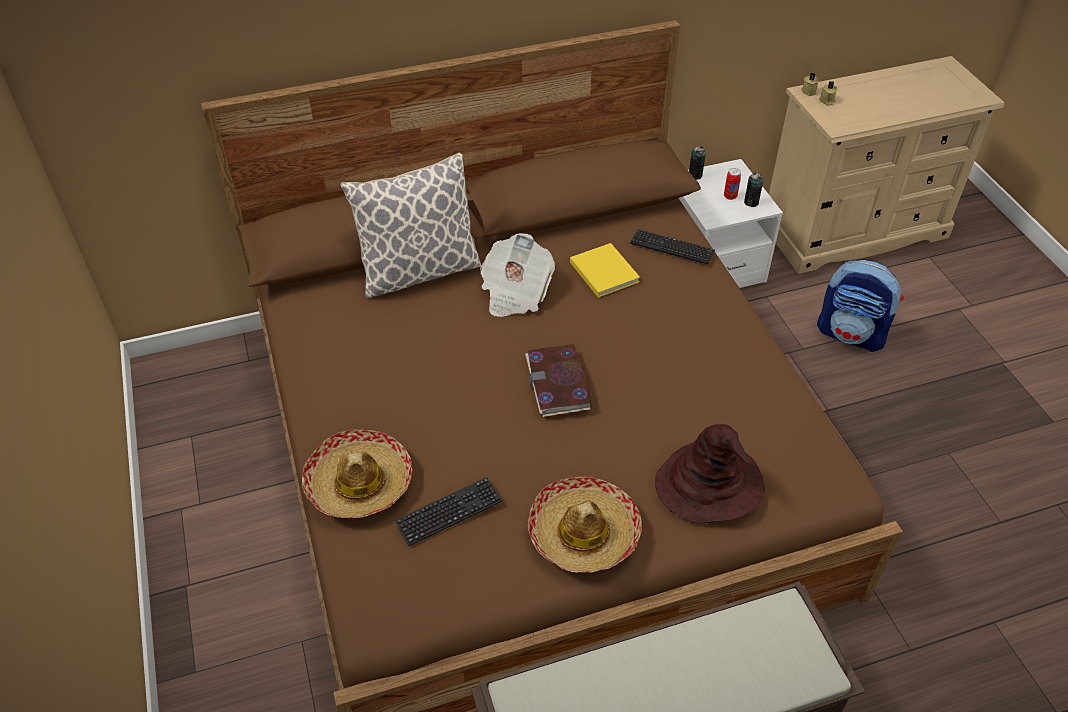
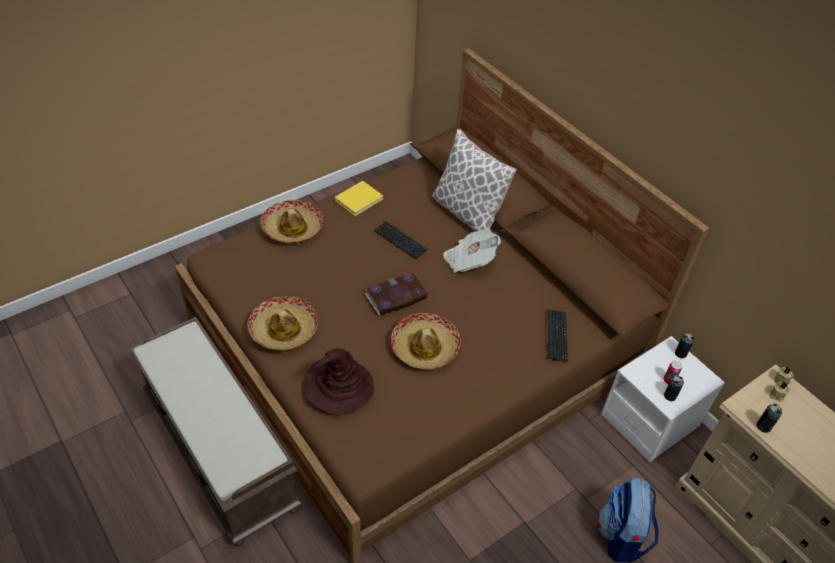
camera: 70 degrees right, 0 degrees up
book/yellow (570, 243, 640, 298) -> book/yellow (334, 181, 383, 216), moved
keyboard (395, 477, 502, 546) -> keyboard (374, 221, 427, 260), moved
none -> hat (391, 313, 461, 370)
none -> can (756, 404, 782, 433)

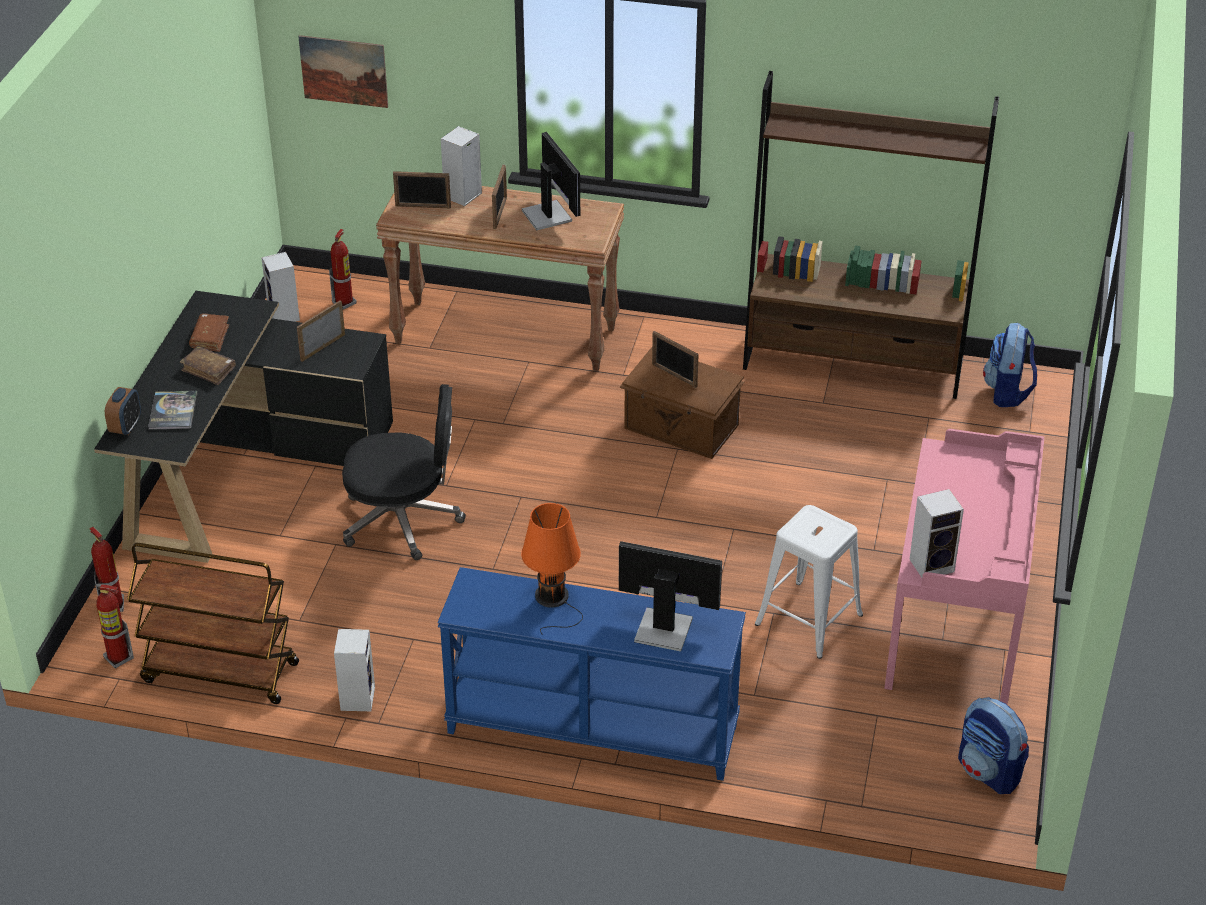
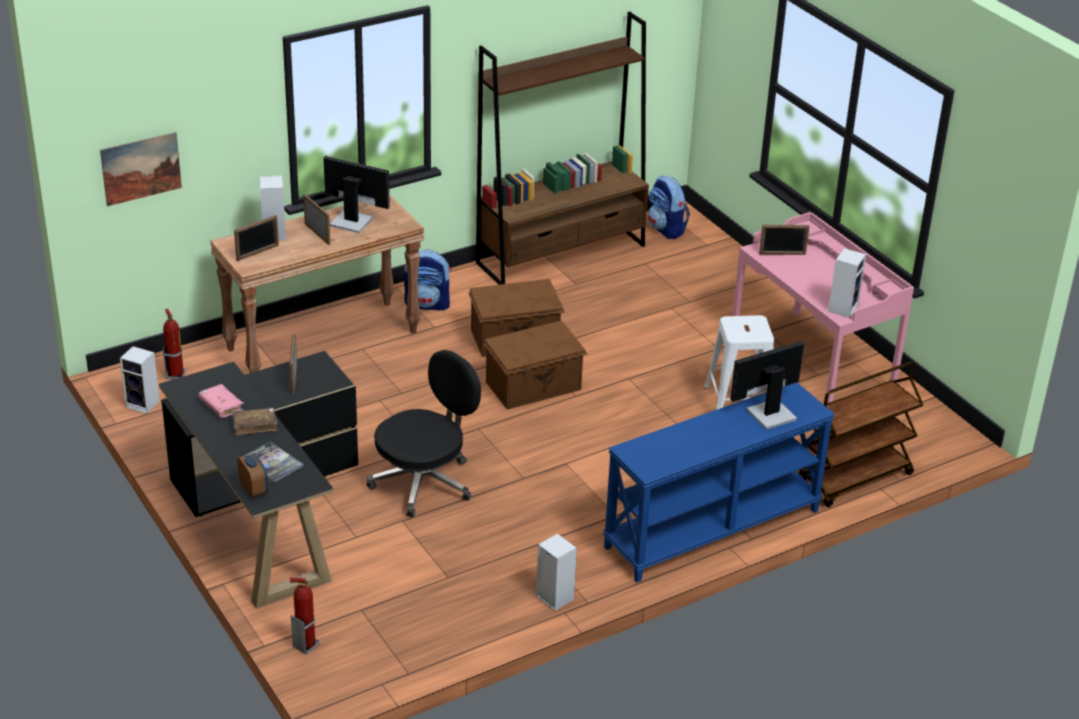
camera: 45 degrees left, 5 degrees down
book/brown (189, 314, 229, 352) -> book/pink (199, 384, 244, 418)
picture frame (652, 331, 699, 388) -> picture frame (759, 225, 810, 255), moved
table lamp/orange (521, 503, 583, 635) -> none
cart/brown (127, 543, 299, 704) -> cart/brown (798, 362, 924, 507), moved
fire extinguisher (96, 584, 134, 668) -> none
backpack (958, 697, 1029, 794) -> backpack (404, 249, 451, 311), moved
none -> storage box/brown (484, 320, 587, 409)

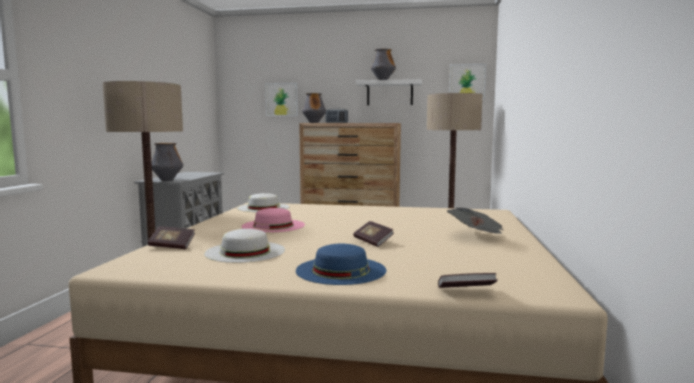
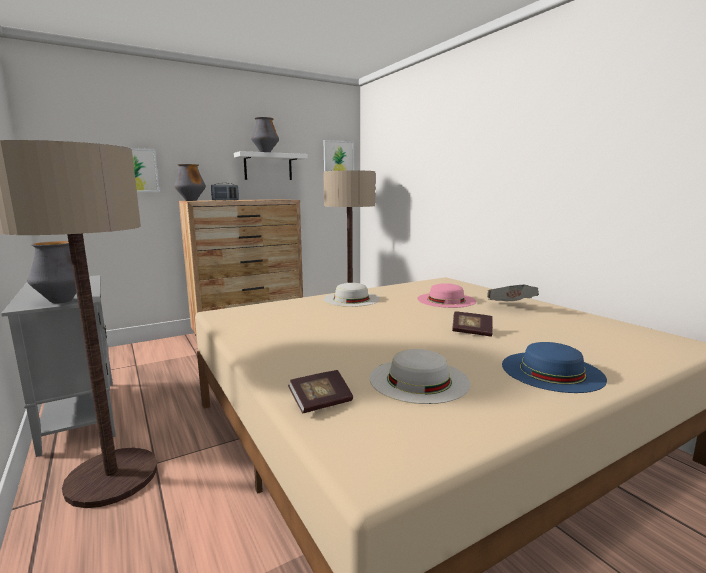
camera: 40 degrees left, 5 degrees up
hat/white (237, 193, 289, 212) -> hat/white (323, 283, 380, 307), moved
hat/pink (241, 208, 305, 233) -> hat/pink (417, 283, 476, 308), moved
book (438, 273, 498, 288) -> none

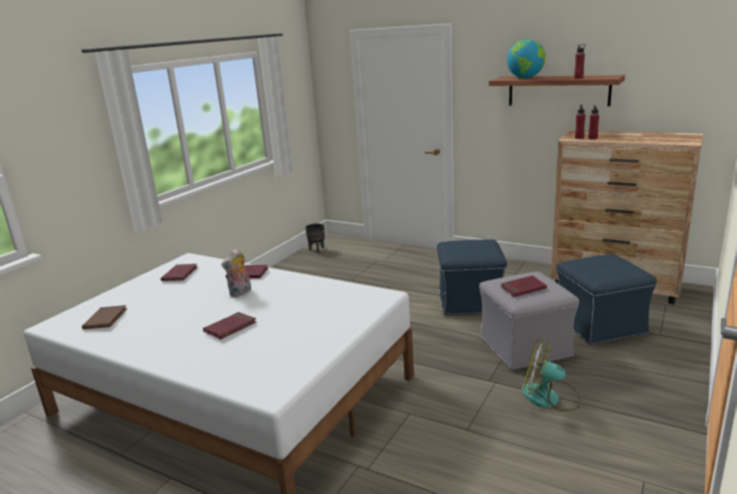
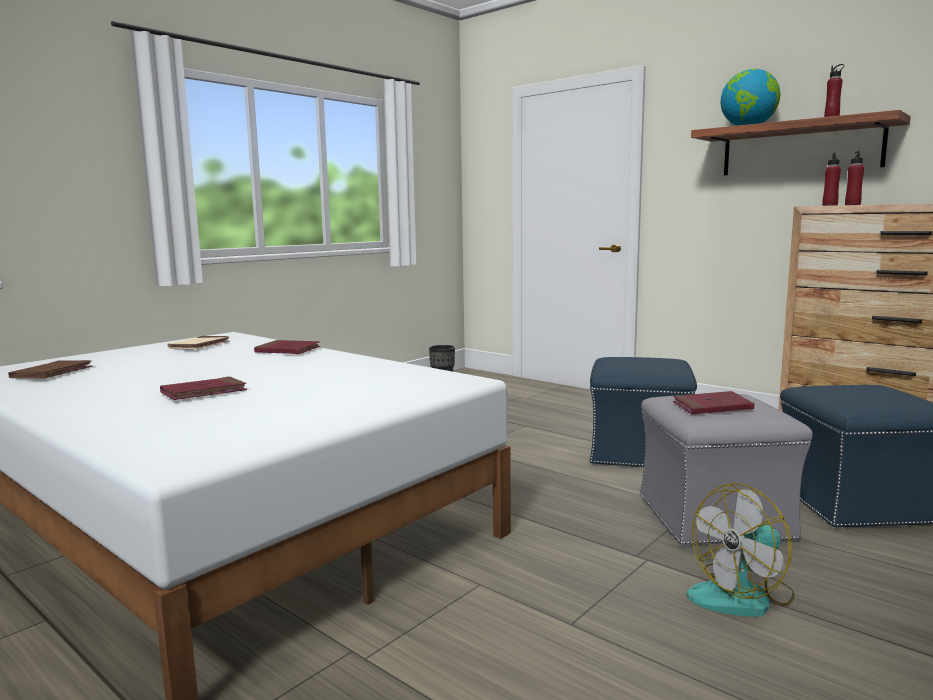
camera: 10 degrees right, 10 degrees down
plush toy (221, 248, 251, 297) -> none
book/red (161, 264, 198, 281) -> book/beige (168, 336, 230, 349)
fan (522, 339, 581, 411) -> fan (687, 483, 795, 617), 60 degrees counterclockwise

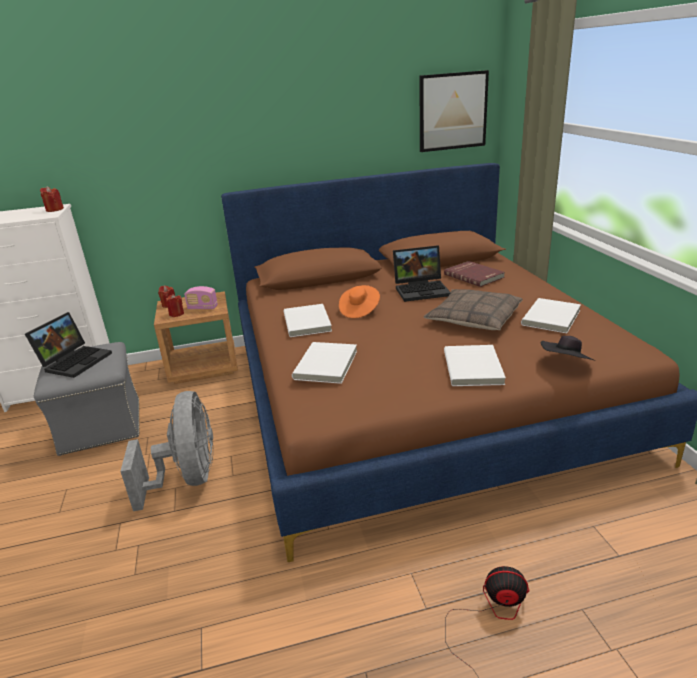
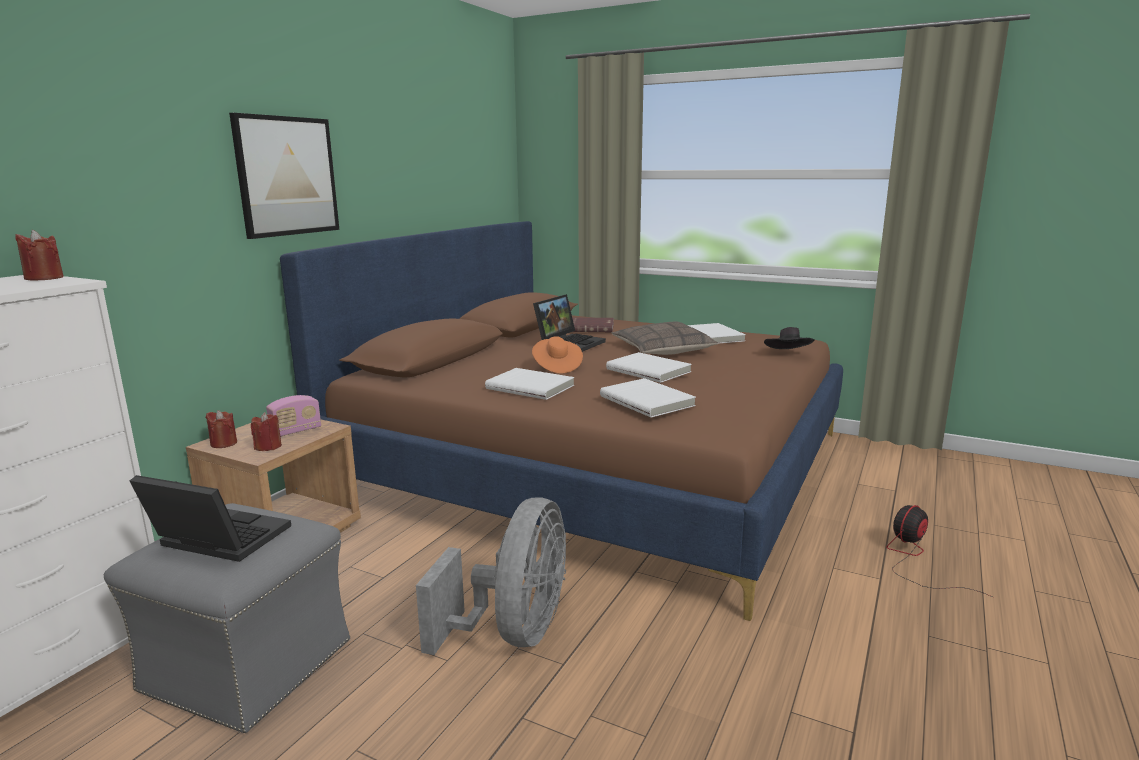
camera: 50 degrees left, 10 degrees down
picture (420, 70, 489, 152) -> picture (229, 113, 339, 239), moved
laptop (25, 312, 112, 378) -> laptop (130, 475, 291, 562), 45 degrees counterclockwise
book/white (444, 345, 506, 386) -> book/white (606, 352, 692, 383), moved
fan/grey (120, 391, 213, 511) -> fan/grey (416, 497, 566, 655), 75 degrees clockwise

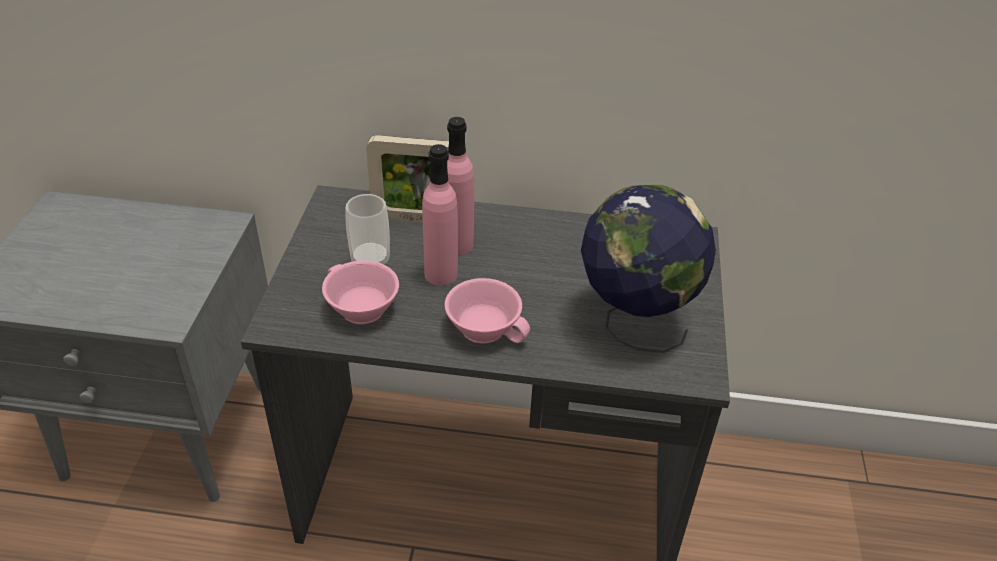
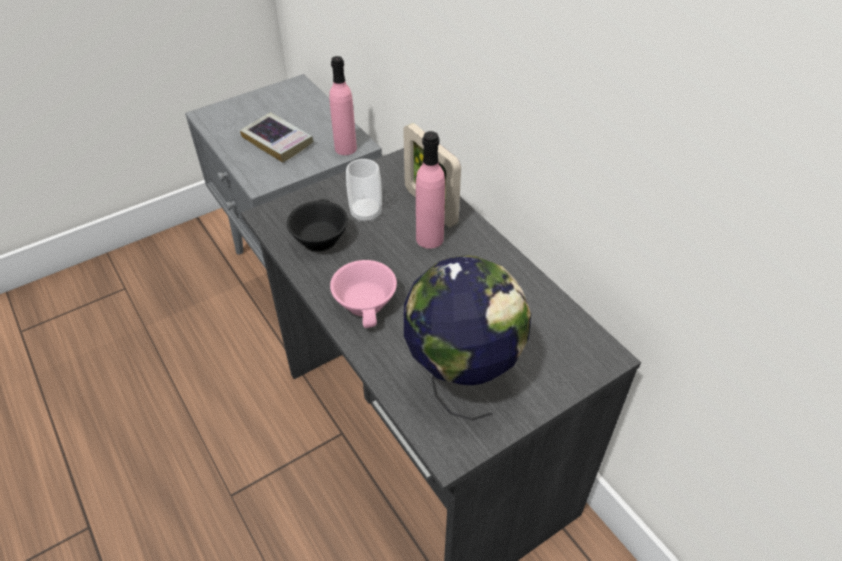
camera: 50 degrees right, 5 degrees up
bottle/pink (422, 144, 458, 286) -> bottle/pink (329, 56, 357, 155), moved
cup/pink (322, 260, 399, 324) -> cup/black (287, 199, 348, 252)
none -> book (240, 112, 314, 163)

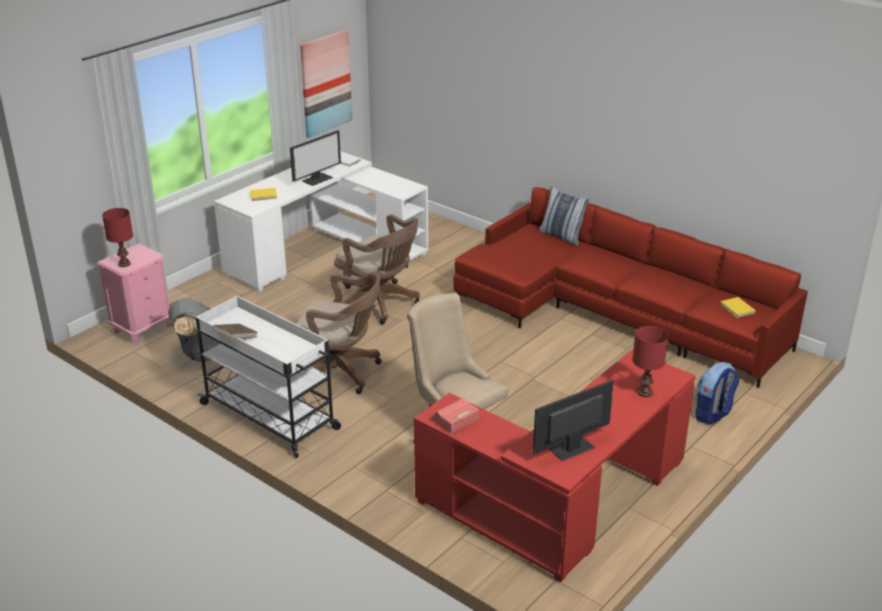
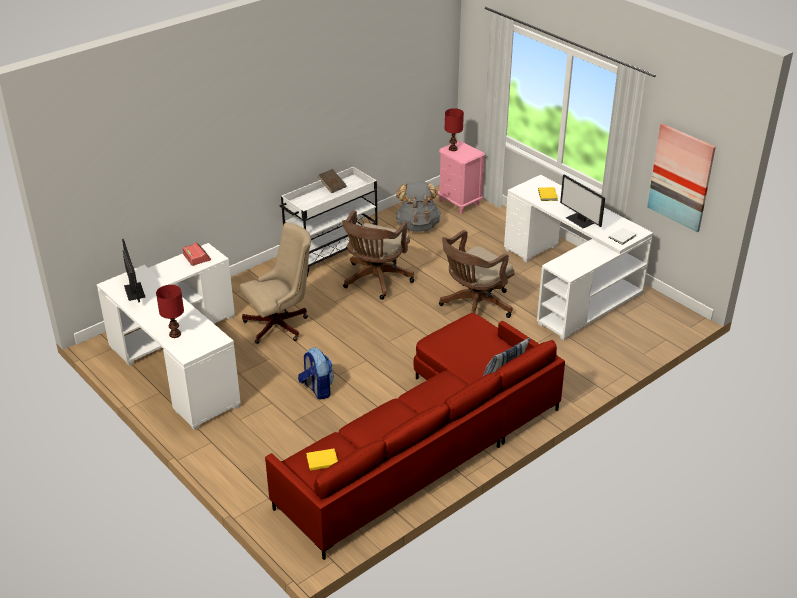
camera: 100 degrees right, 5 degrees up
desk/red (414, 350, 696, 582) -> desk/white (97, 243, 241, 430)
backpack (695, 362, 739, 424) -> backpack (298, 348, 334, 399), moved

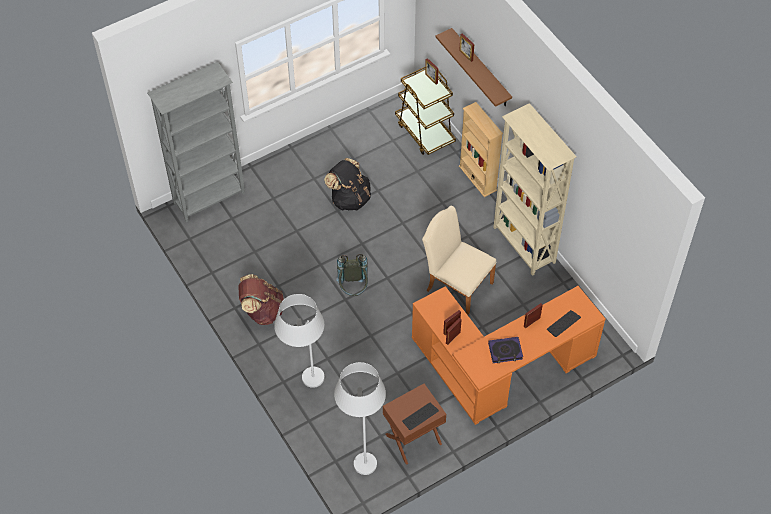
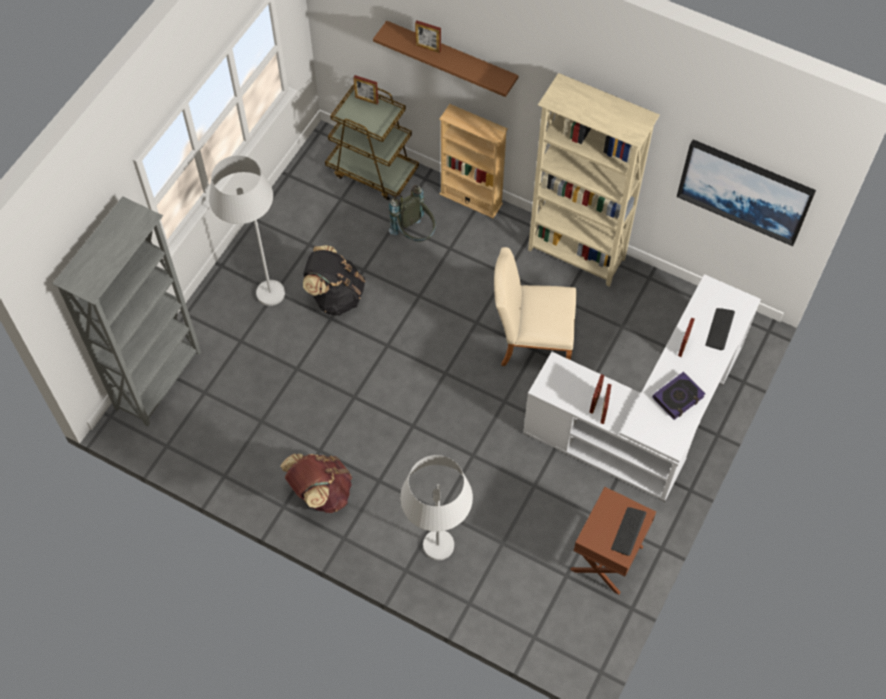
camera: 30 degrees left, 5 degrees up
backpack/grey (336, 254, 368, 296) -> backpack/grey (389, 185, 436, 241), moved
desk/orange (412, 286, 606, 425) -> desk/white (523, 274, 761, 502)
floor lamp/white (334, 362, 386, 475) -> floor lamp/white (209, 155, 285, 306), moved
none -> picture (677, 139, 816, 246)

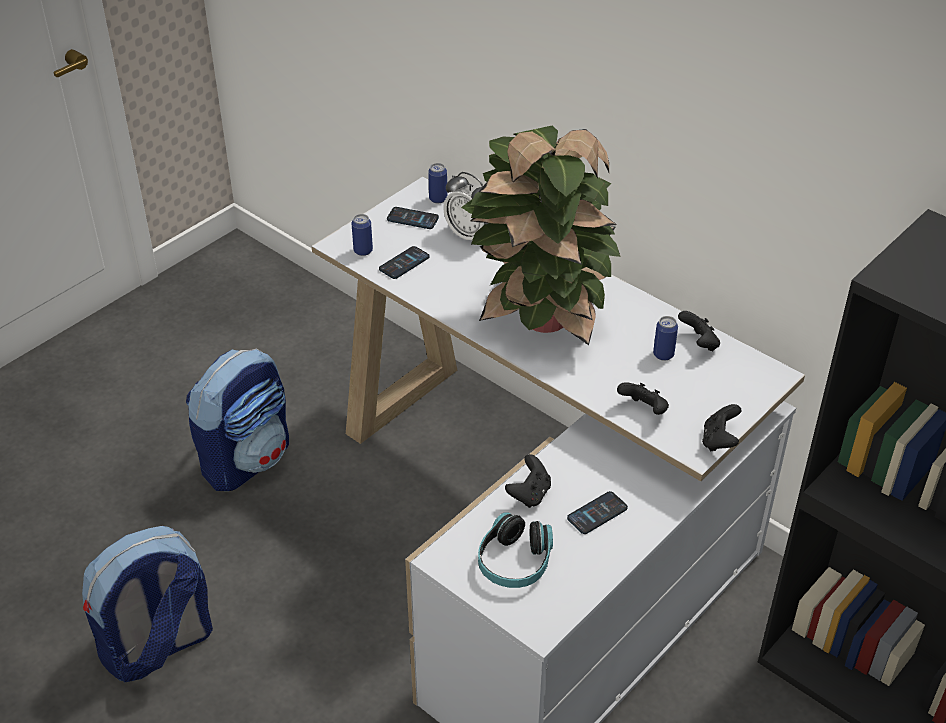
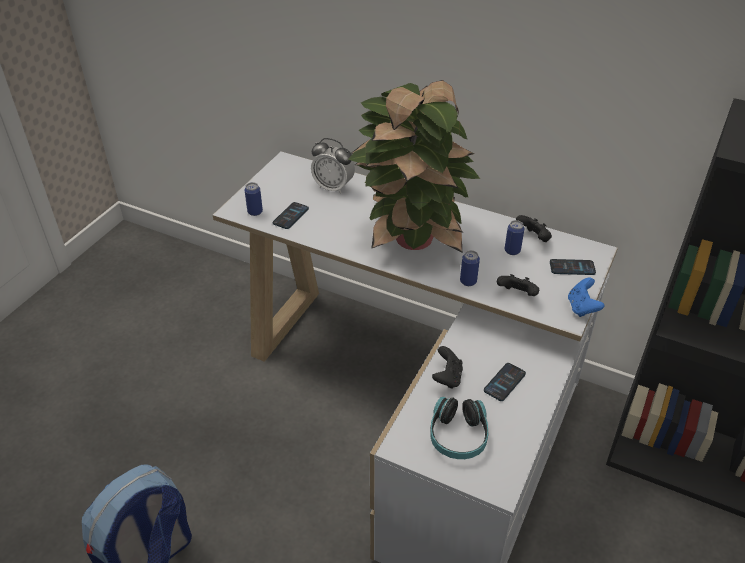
camera: 15 degrees left, 0 degrees up
can (428, 163, 447, 203) -> can (460, 250, 480, 286), moved
phone (387, 207, 439, 229) -> phone (550, 259, 596, 275), moved
backpack (186, 348, 289, 491) -> none
game controller/black (702, 404, 742, 451) -> game controller/blue (568, 278, 604, 317)

